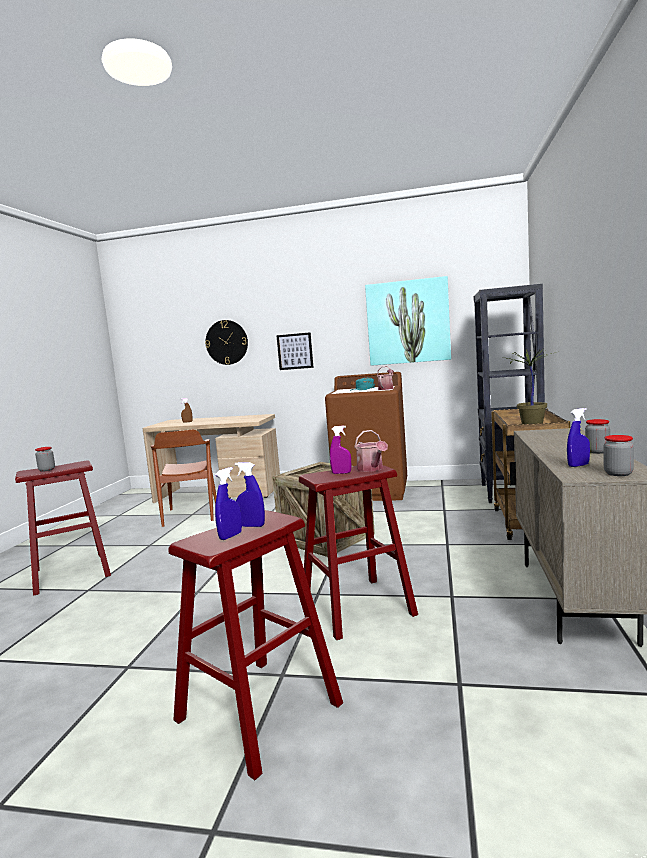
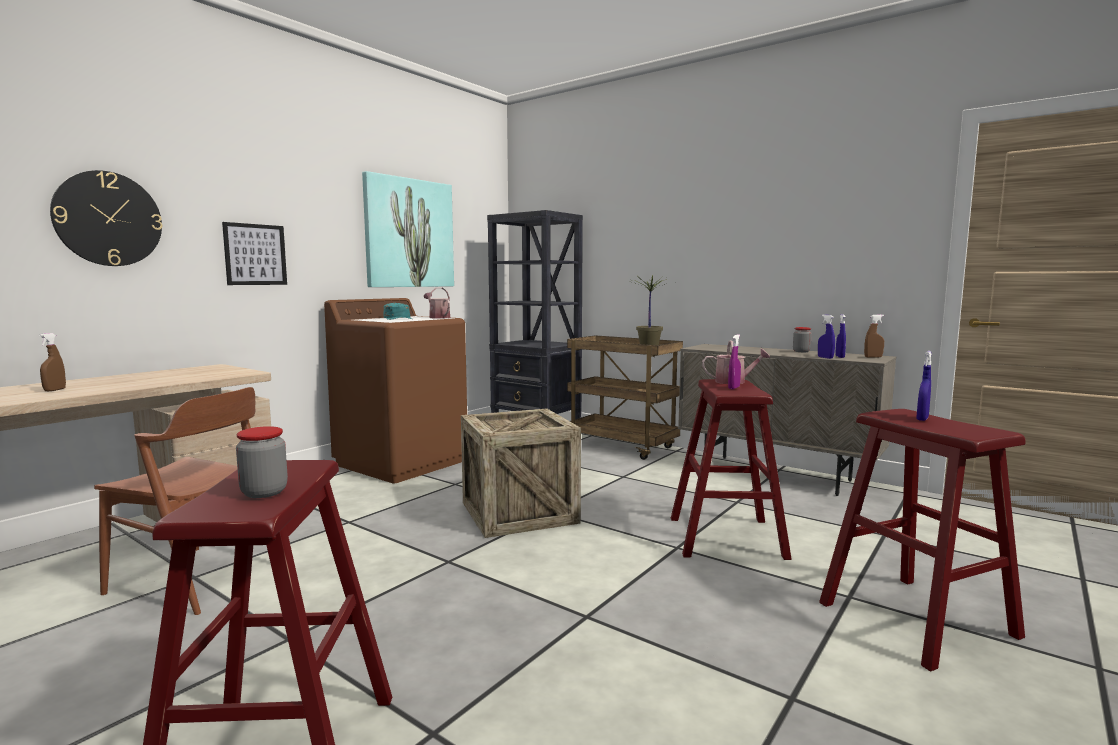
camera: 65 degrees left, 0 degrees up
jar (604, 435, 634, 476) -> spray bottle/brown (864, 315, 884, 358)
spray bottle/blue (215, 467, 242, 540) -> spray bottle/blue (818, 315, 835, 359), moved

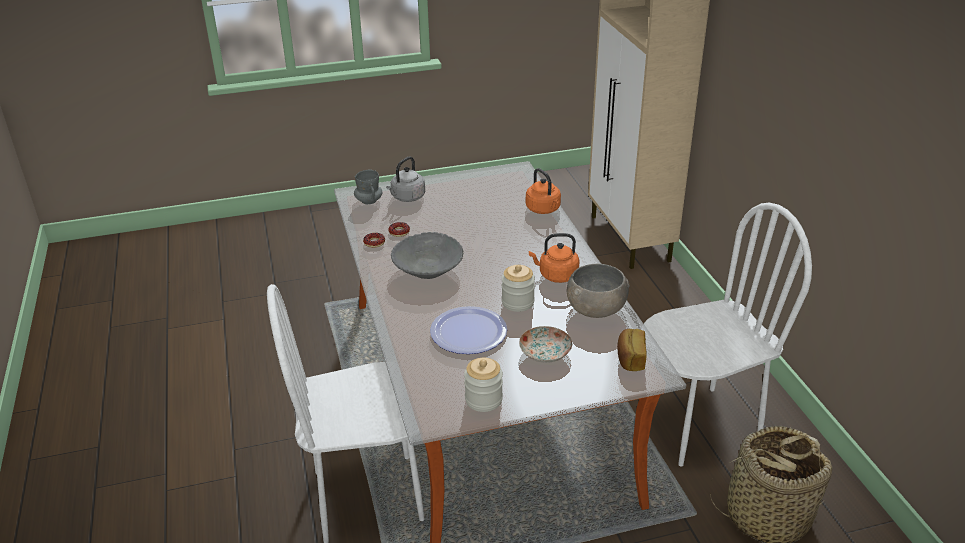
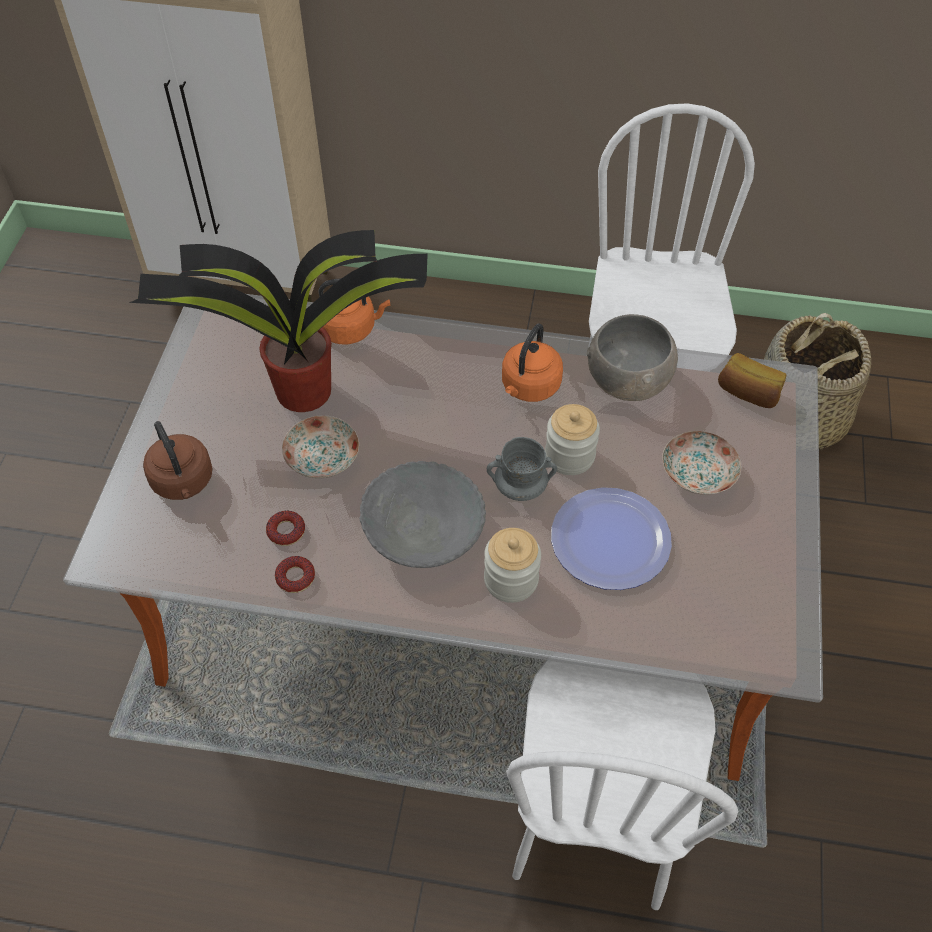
camera: 65 degrees left, 20 degrees up
kettle/grey (386, 156, 425, 202) -> kettle/brown (143, 421, 213, 500)
mug/grey (354, 170, 382, 204) -> mug/grey (487, 437, 557, 501), moved
jar (464, 358, 503, 412) -> jar (484, 528, 541, 603), moved
none -> potted plant (129, 230, 428, 412)
none -> plate (282, 416, 359, 478)

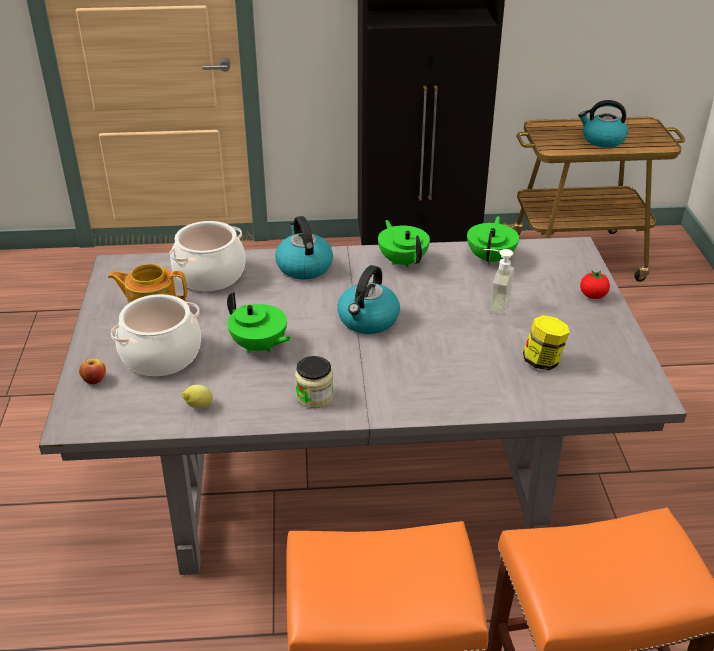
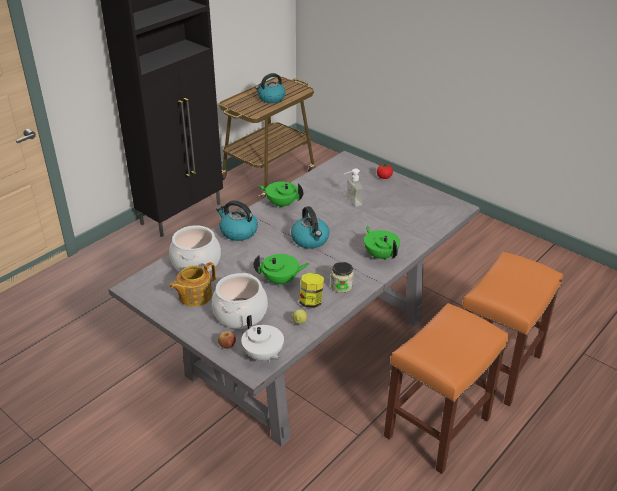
camera: 45 degrees left, 0 degrees up
teapot/green (467, 216, 519, 265) -> teapot/green (364, 227, 400, 260), moved
jar (523, 315, 570, 370) -> jar (299, 273, 324, 308), moved
none -> teapot/white (241, 315, 284, 362)

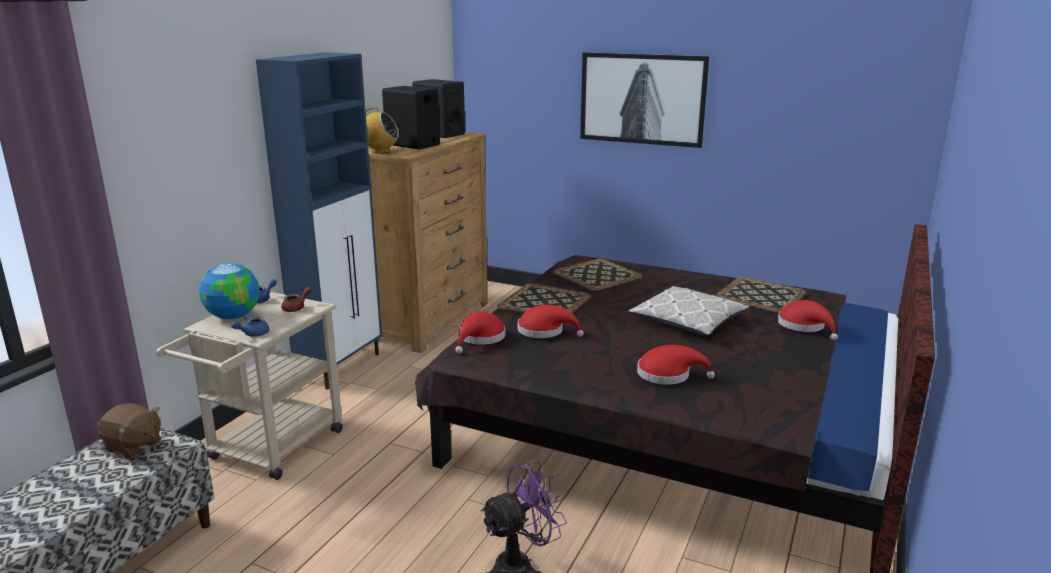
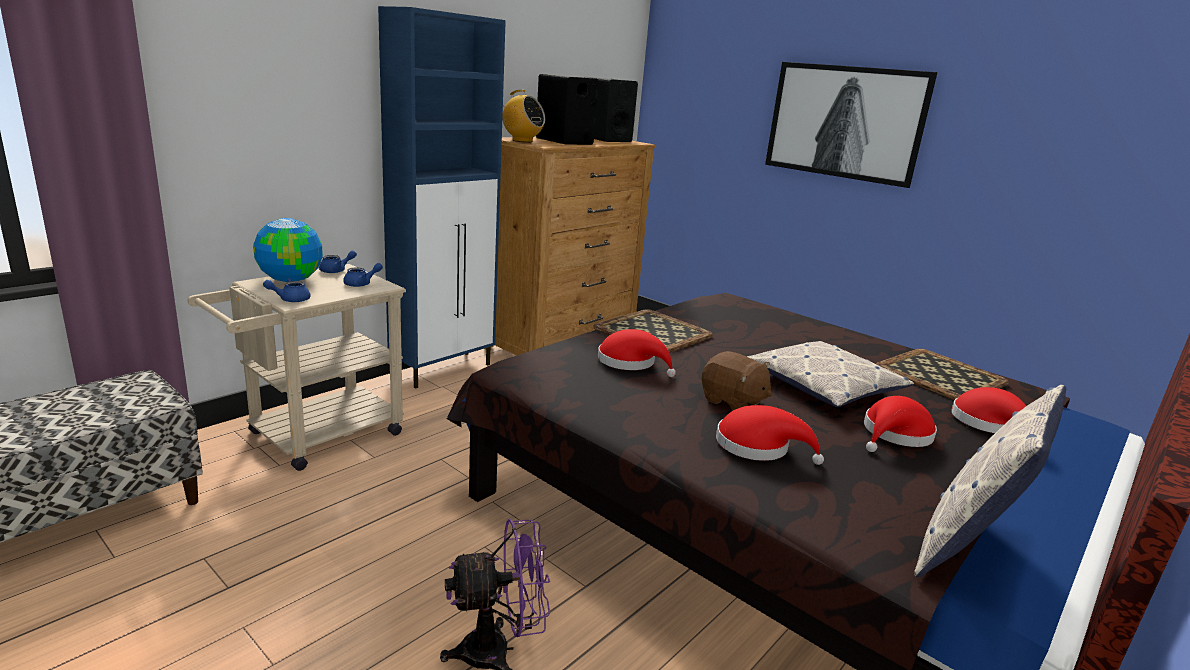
camera: 15 degrees right, 0 degrees up
tray (553, 259, 643, 291) -> none
teapot/red (281, 287, 312, 312) -> teapot/blue (343, 263, 383, 287)
hat/red (455, 311, 506, 353) -> hat/red (864, 396, 937, 452), moved
plush toy/brown (97, 403, 161, 458) -> plush toy/brown (702, 351, 772, 411), moved
none -> pillow (914, 385, 1066, 577)

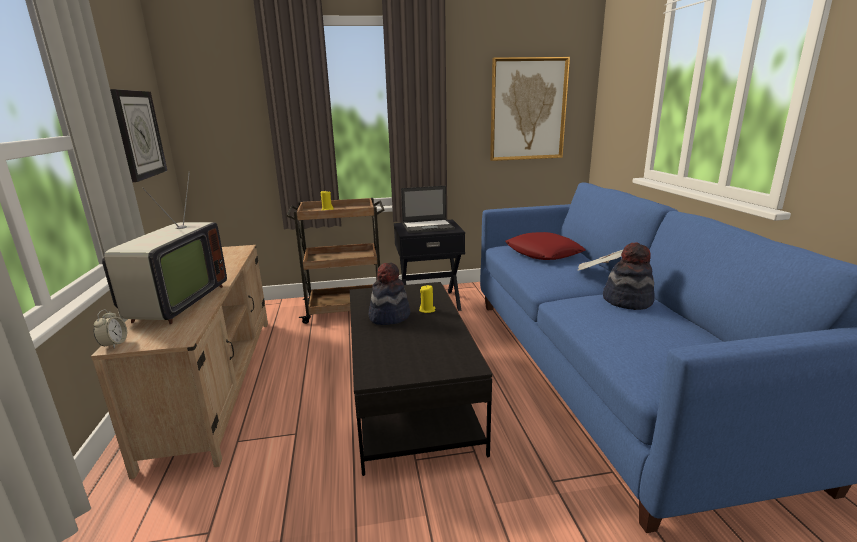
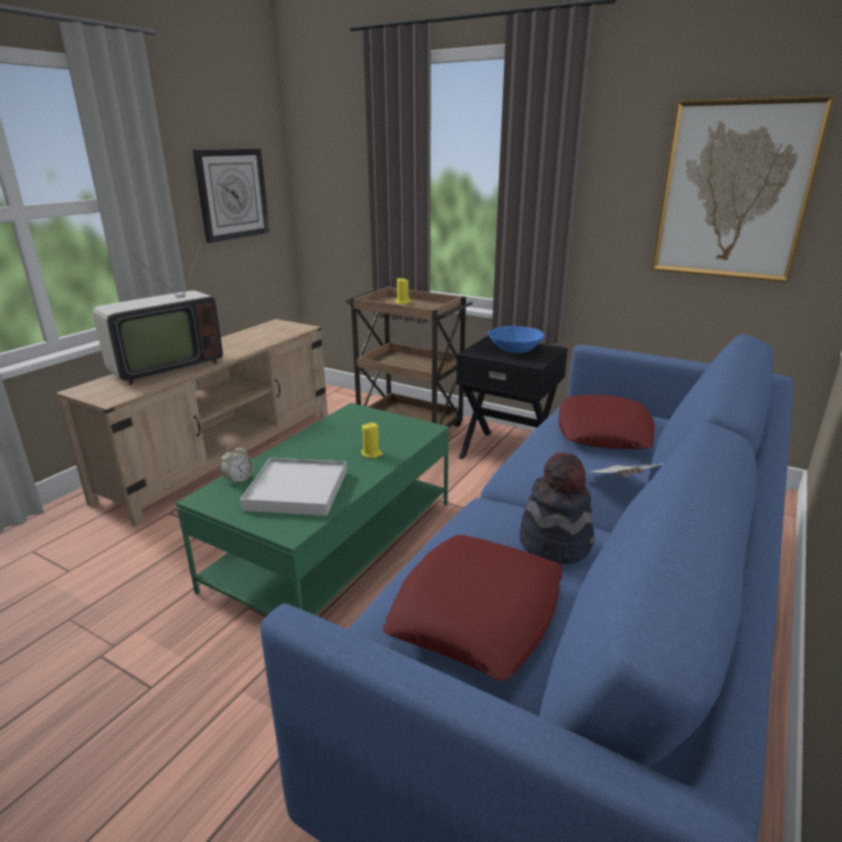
camera: 40 degrees right, 5 degrees up
laptop (401, 186, 455, 233) -> bowl/blue (488, 326, 544, 353)
hat (369, 263, 411, 325) -> none
coffee table/black (350, 282, 492, 476) -> coffee table/green (176, 403, 449, 615)
alarm clock (94, 309, 127, 349) -> alarm clock (221, 444, 253, 485), moved
none -> tray/white (240, 458, 347, 516)
none -> pillow/red (383, 535, 563, 681)

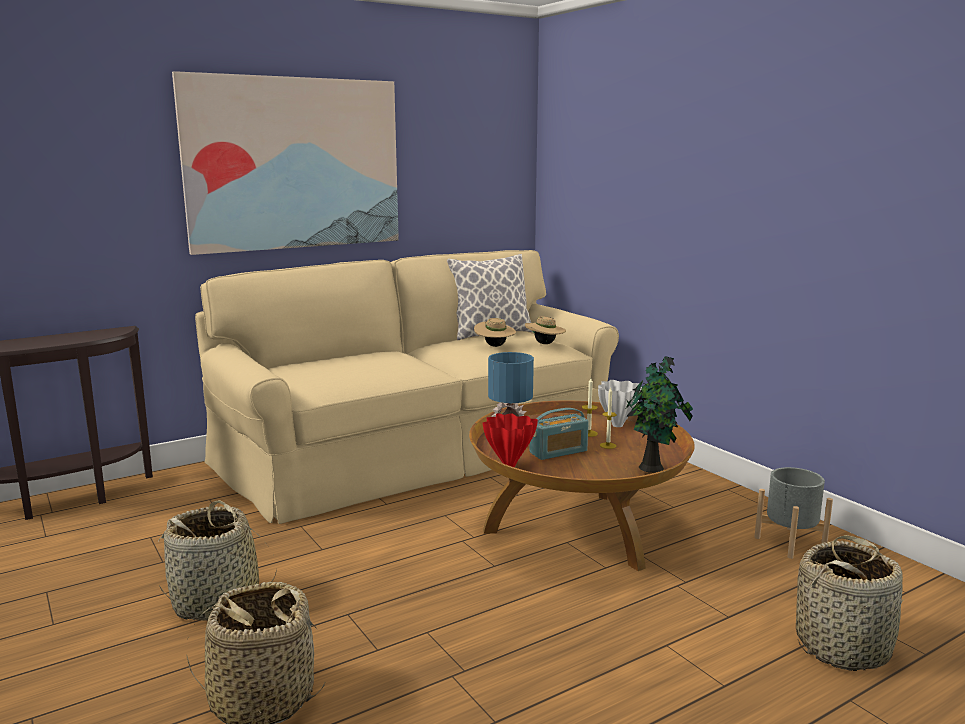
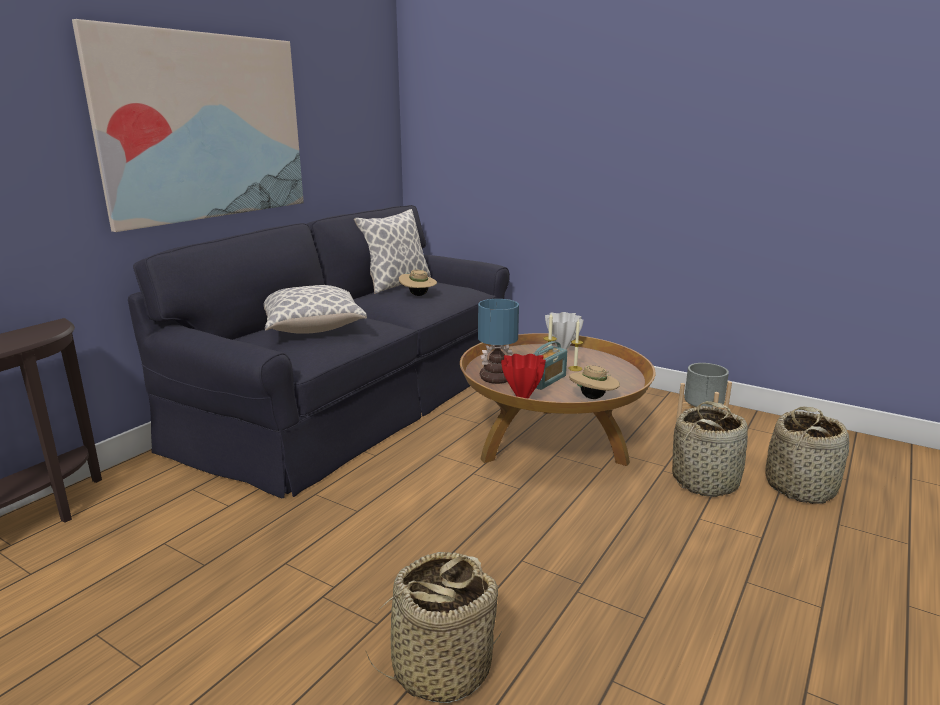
camera: 25 degrees left, 5 degrees up
sofa/beige (195, 250, 619, 524) -> sofa/black (128, 205, 510, 499)
hat/beige (525, 316, 566, 344) -> hat/beige (569, 365, 620, 399), moved
potted plant (626, 356, 693, 473) -> none
basket (157, 500, 277, 621) -> basket (672, 401, 748, 497), moved
none -> pillow (264, 285, 367, 334)

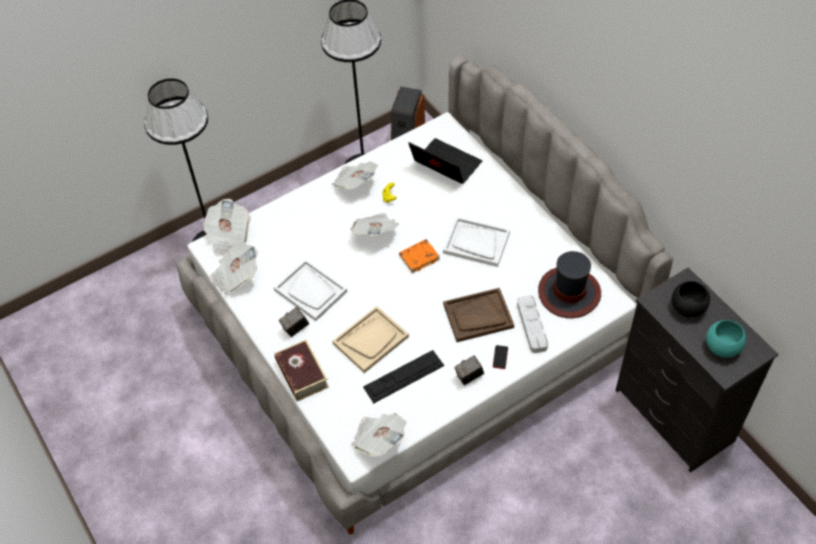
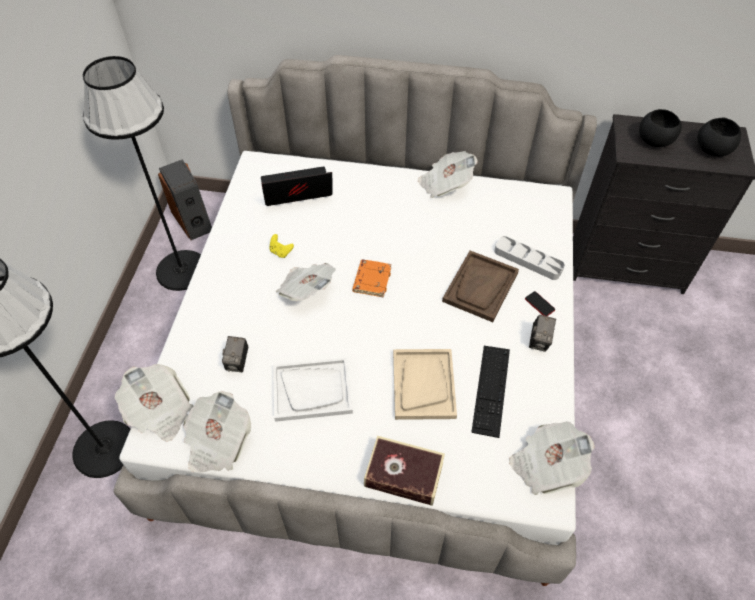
camera: 50 degrees left, 0 degrees up
newspaper (332, 162, 378, 190) -> newspaper (418, 151, 478, 198), moved
tray/white (443, 217, 510, 267) -> none
hat (538, 251, 601, 318) -> none
photo camera (279, 307, 309, 337) -> photo camera (222, 336, 249, 372), moved
bowl/turquoise (706, 320, 746, 358) -> bowl/black (697, 117, 741, 156)

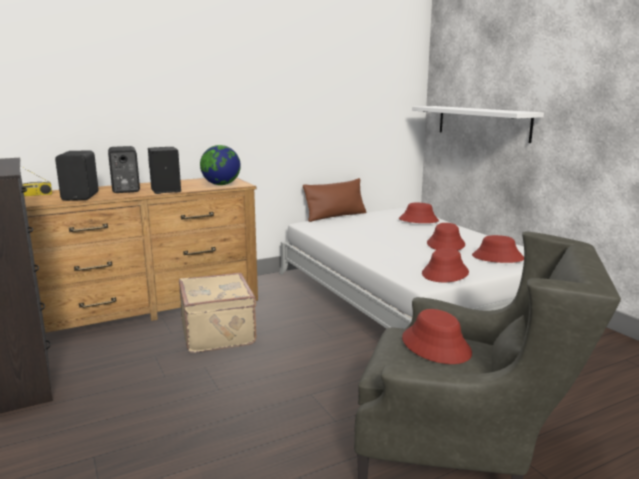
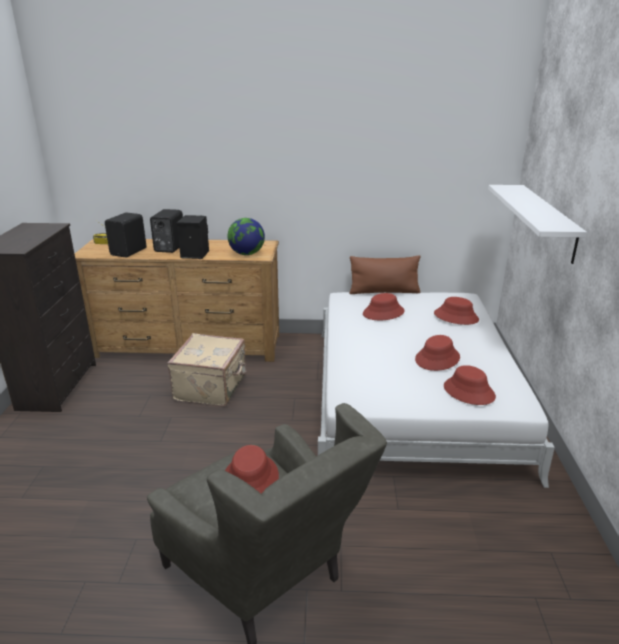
camera: 30 degrees right, 10 degrees up
hat/red (422, 248, 469, 282) -> hat/red (363, 293, 405, 320), moved

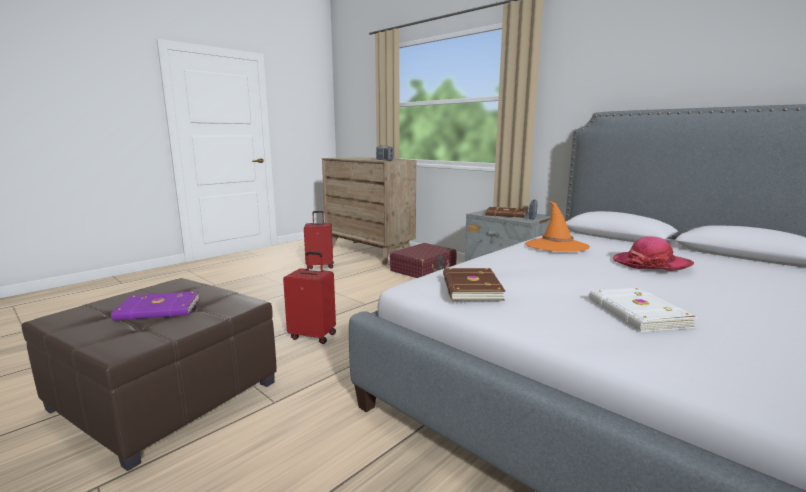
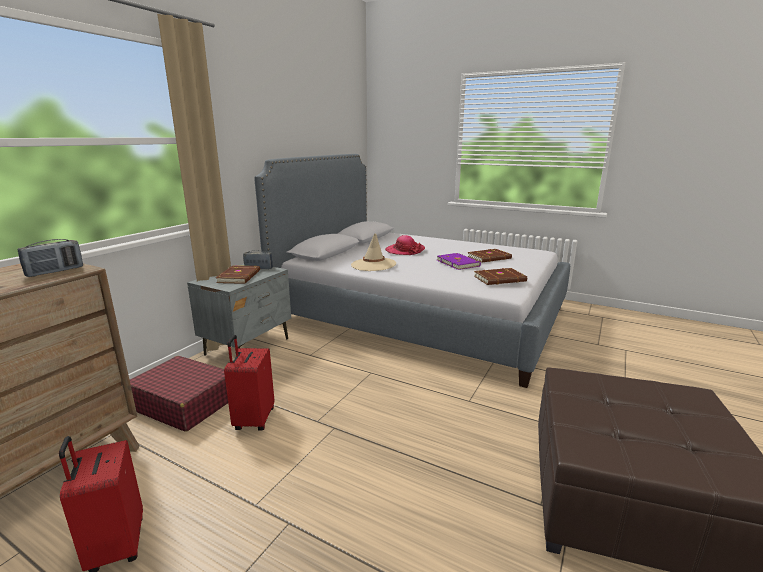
camera: 105 degrees left, 5 degrees up
hat/orange (525, 201, 590, 252) -> hat/beige (351, 233, 396, 271)
suitcase/red (283, 252, 336, 344) -> suitcase/red (224, 335, 274, 431), moved
book/white (589, 288, 698, 332) -> book/brown (467, 249, 512, 263)
book/purple (111, 291, 200, 321) -> book/purple (437, 253, 481, 270), moved

